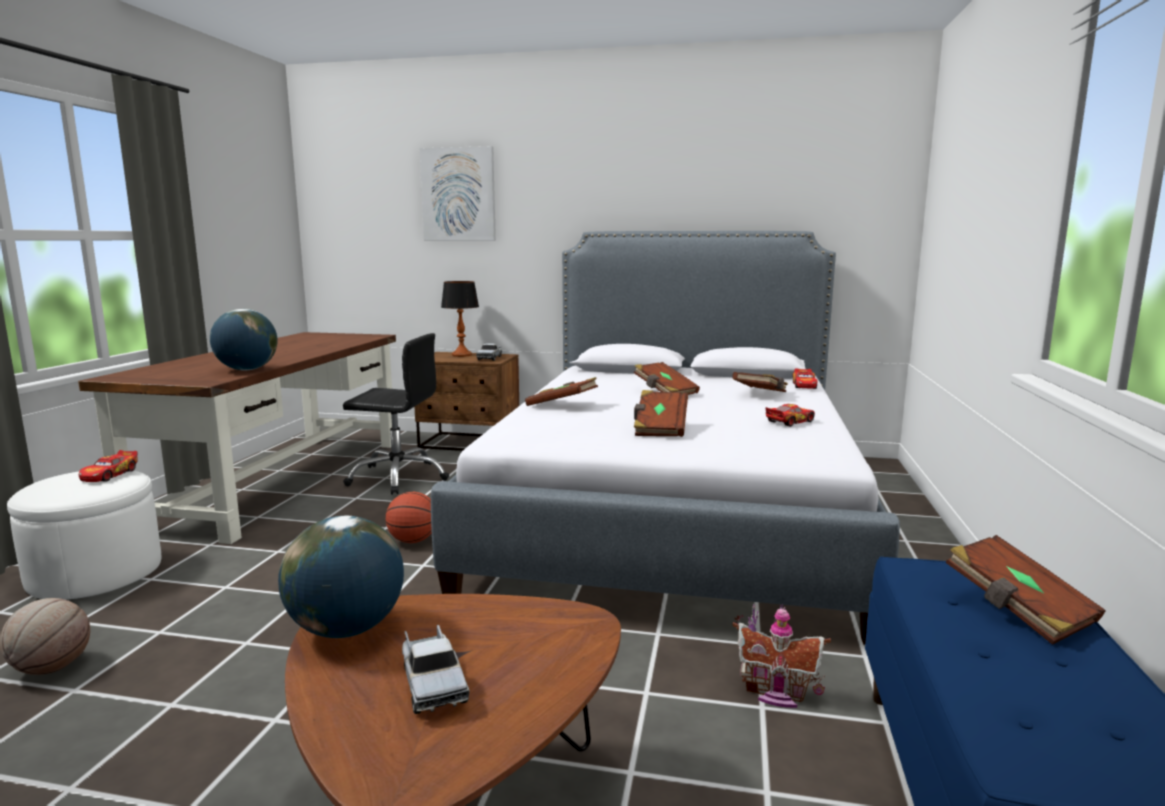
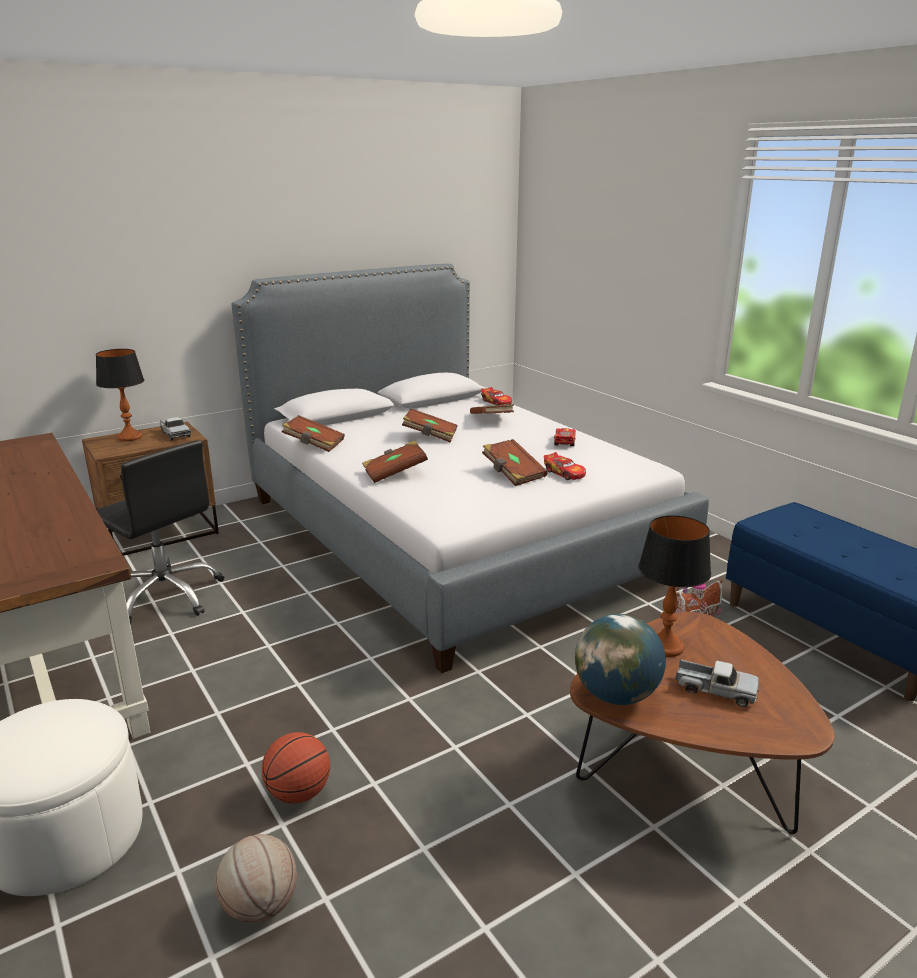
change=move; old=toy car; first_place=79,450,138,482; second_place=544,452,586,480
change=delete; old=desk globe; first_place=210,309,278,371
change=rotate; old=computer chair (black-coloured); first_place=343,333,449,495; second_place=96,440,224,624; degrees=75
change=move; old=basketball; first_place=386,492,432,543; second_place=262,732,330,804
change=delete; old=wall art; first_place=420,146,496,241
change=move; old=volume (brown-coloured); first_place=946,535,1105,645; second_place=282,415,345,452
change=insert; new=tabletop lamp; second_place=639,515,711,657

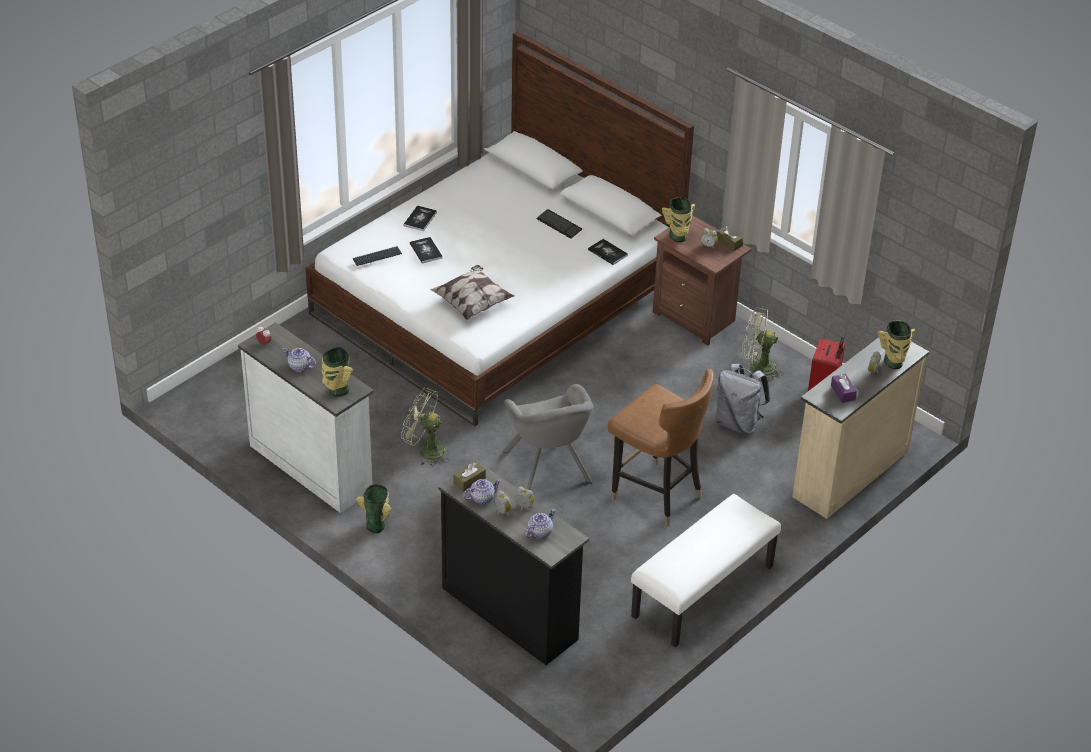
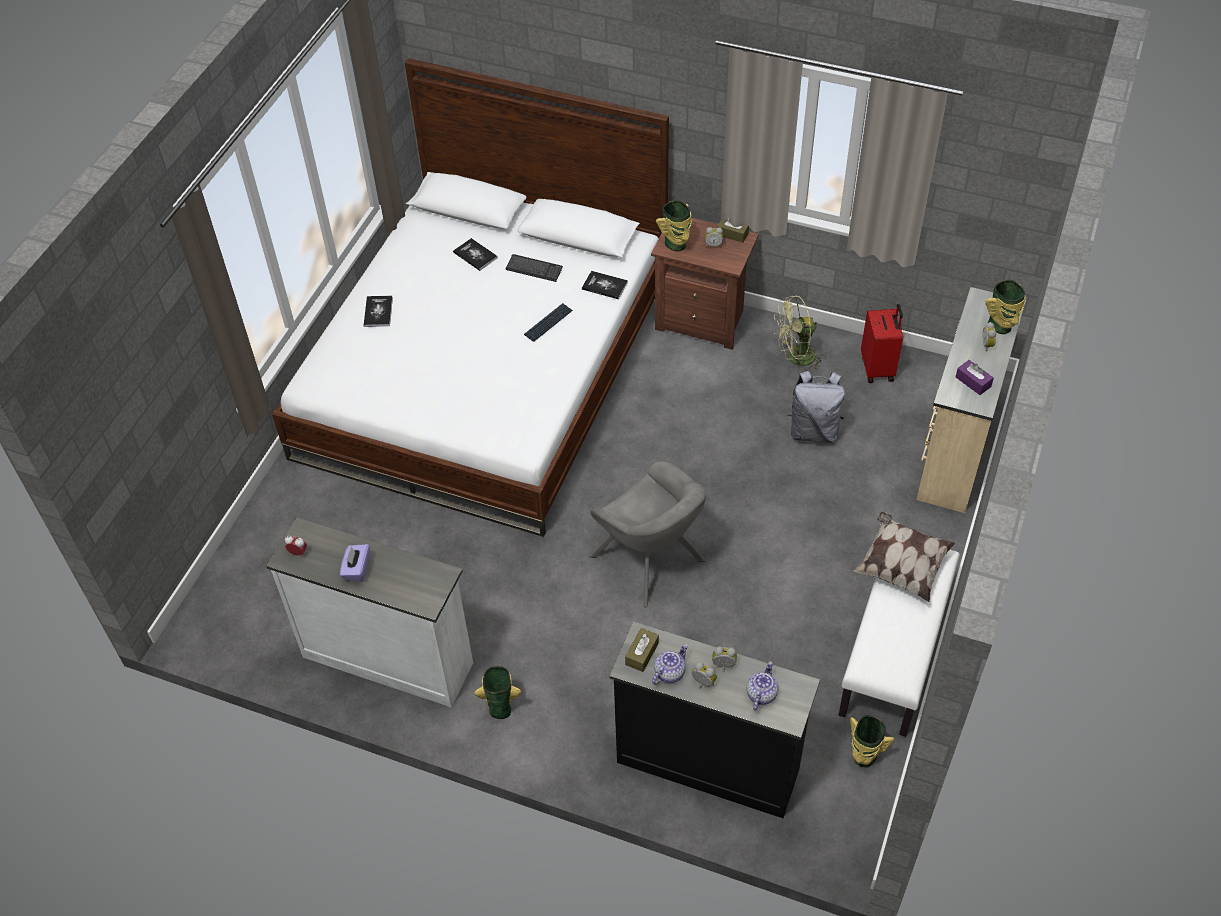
change=replace; old=tea pot; new=tissue holder (purplish); first_place=282,347,316,372; second_place=340,544,370,582
change=move; old=vase; first_place=322,347,353,397; second_place=850,715,894,767
change=move; old=PC keyboard; first_place=353,246,402,266; second_place=524,303,573,342
change=delete; old=fan (green); first_place=401,388,449,467
change=move; old=volume; first_place=410,237,443,263; second_place=453,238,498,271
change=move; old=throw pillow; first_place=430,265,514,320; second_place=853,512,955,602
change=delete; old=upright chair (brown-coloured); first_place=608,369,714,526

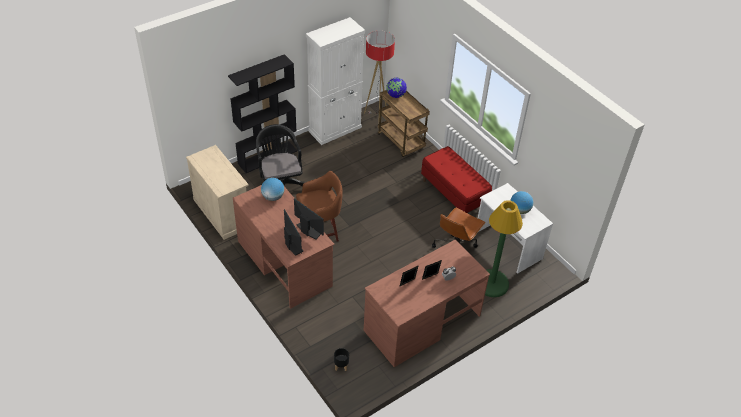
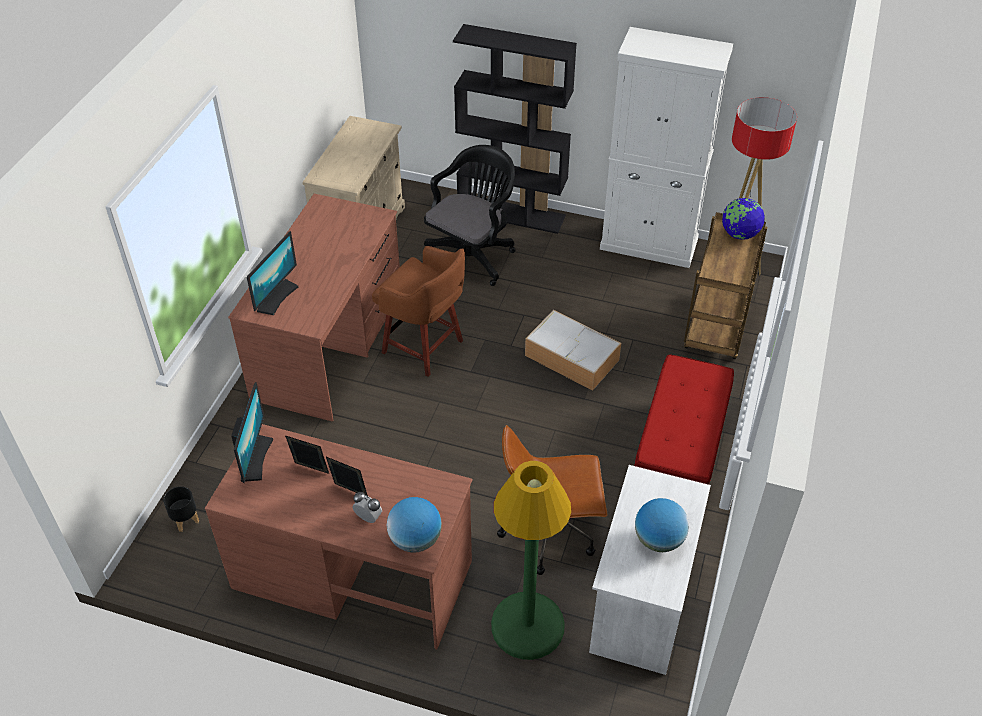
change=move; old=desk globe; first_place=261,178,284,201; second_place=387,497,442,553
change=move; old=computer screen; first_place=294,198,324,239; second_place=232,382,273,483
change=insert; new=storage container; second_place=525,310,621,391

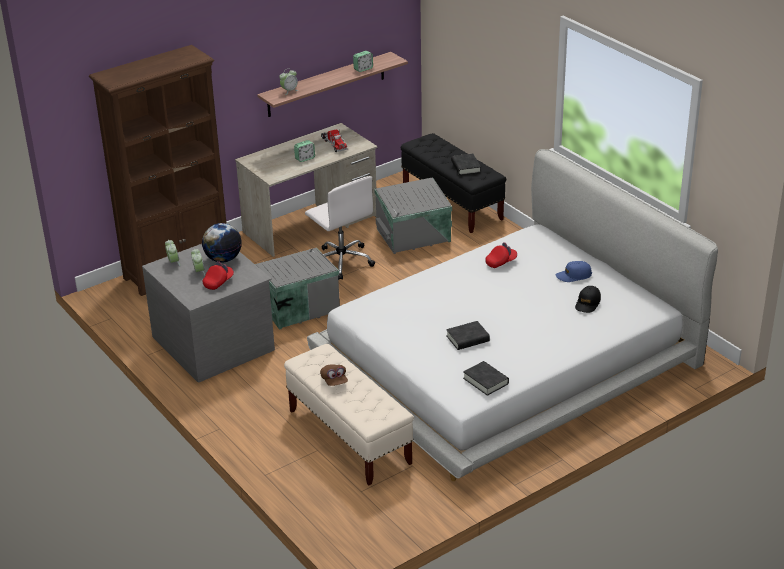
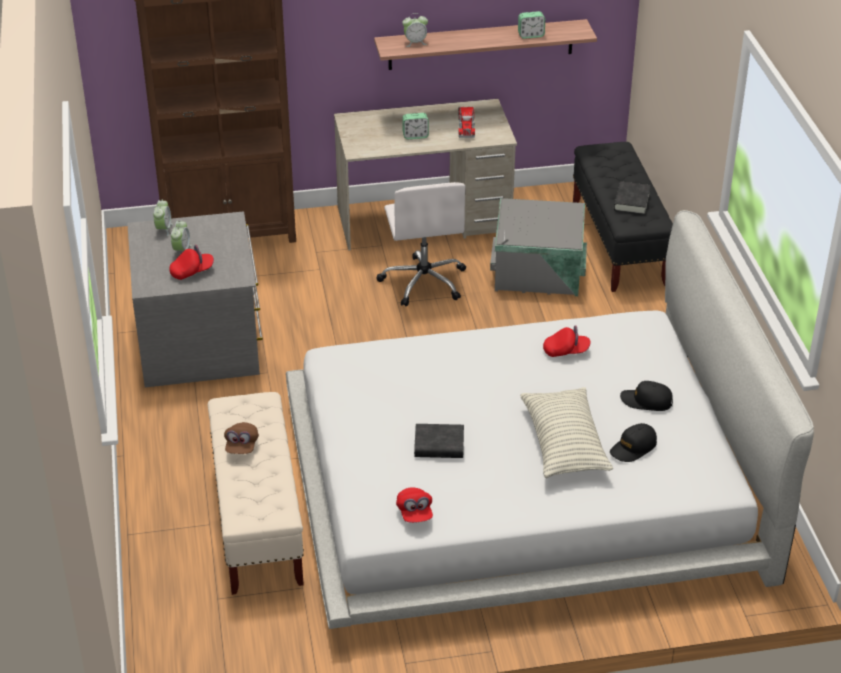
change=delete; old=desk globe; first_place=202,223,242,263
change=delete; old=storage container (gray); first_place=255,248,340,330
change=replace; old=volume (black-coloured); new=cap (reddish); first_place=463,361,509,396; second_place=396,487,433,523
change=recolor; old=cap (blue); new=cap (black-coloured); first_place=556,261,592,282; second_place=620,381,673,411
change=insert; new=throw pillow; second_place=520,387,613,478

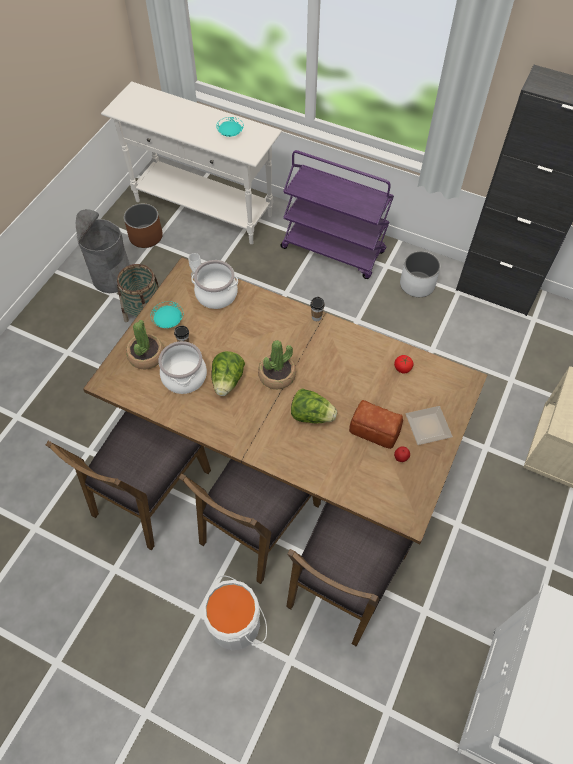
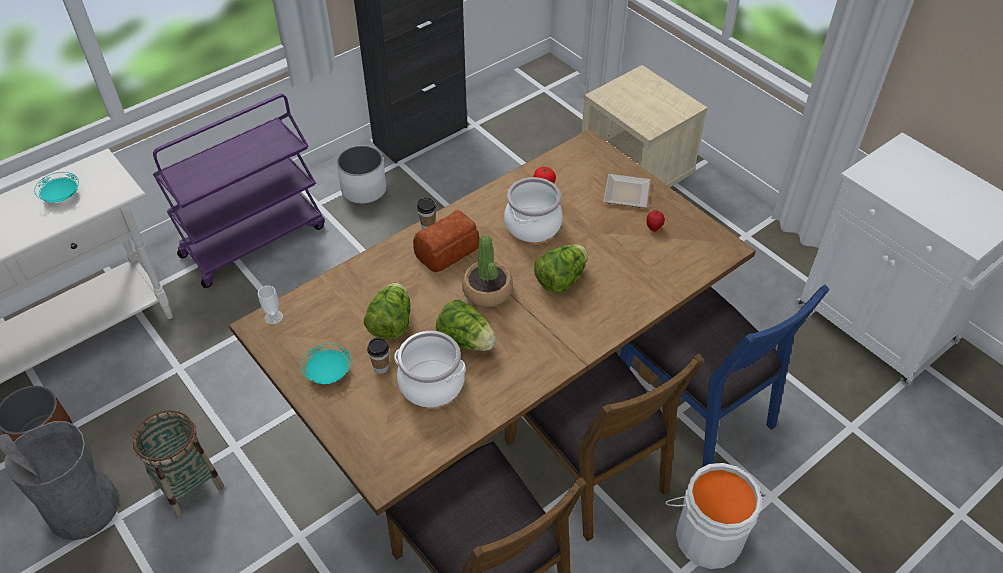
change=delete; old=houseplant; first_place=126,320,164,370
change=move; old=cooking pot; first_place=192,260,238,309; second_place=504,177,563,242
change=recolor; old=upright chair (brown-coloured); new=upright chair (blue); first_place=286,502,413,647; second_place=620,285,830,467
change=move; old=bakery bread; first_place=349,400,403,449; second_place=413,210,479,272
change=insert; new=lettuce; second_place=364,283,410,340

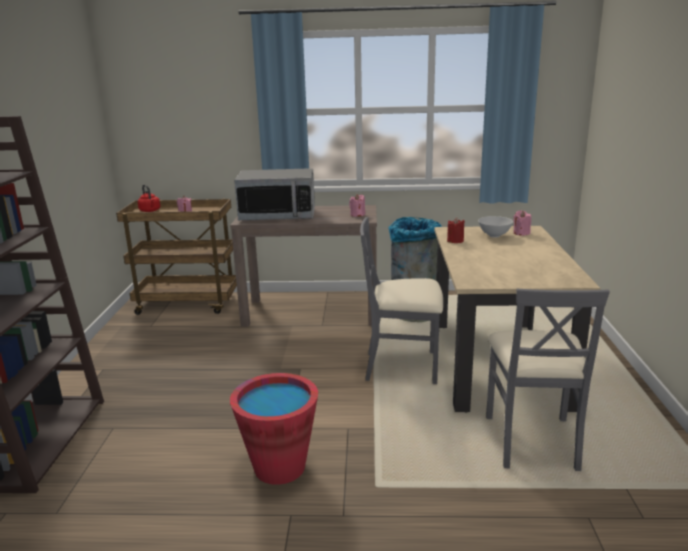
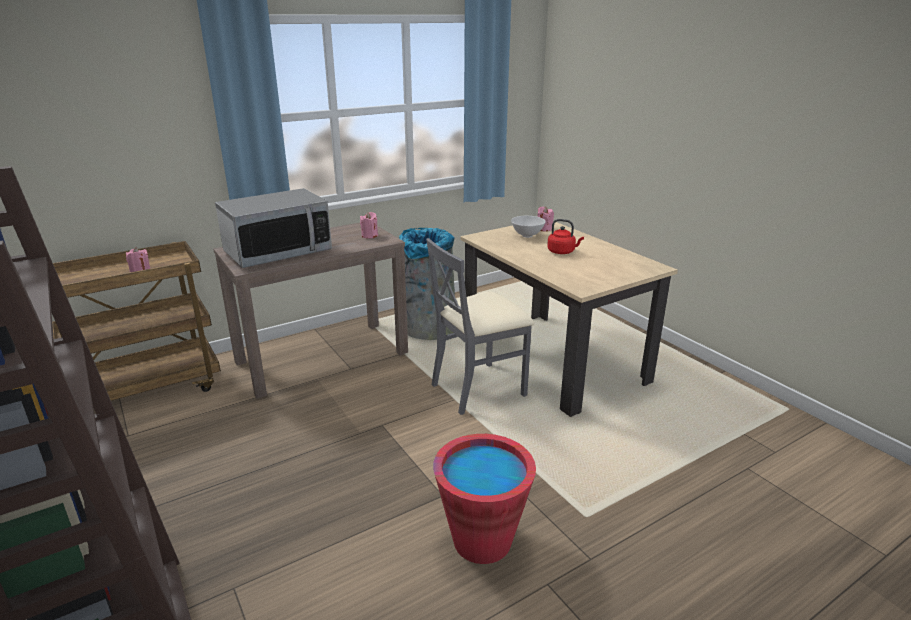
change=move; old=tea kettle (reddish); first_place=138,185,160,212; second_place=547,219,584,254
change=delete; old=candle (reddish); first_place=447,218,465,243
change=delete; old=upright chair (gray); first_place=486,289,610,471

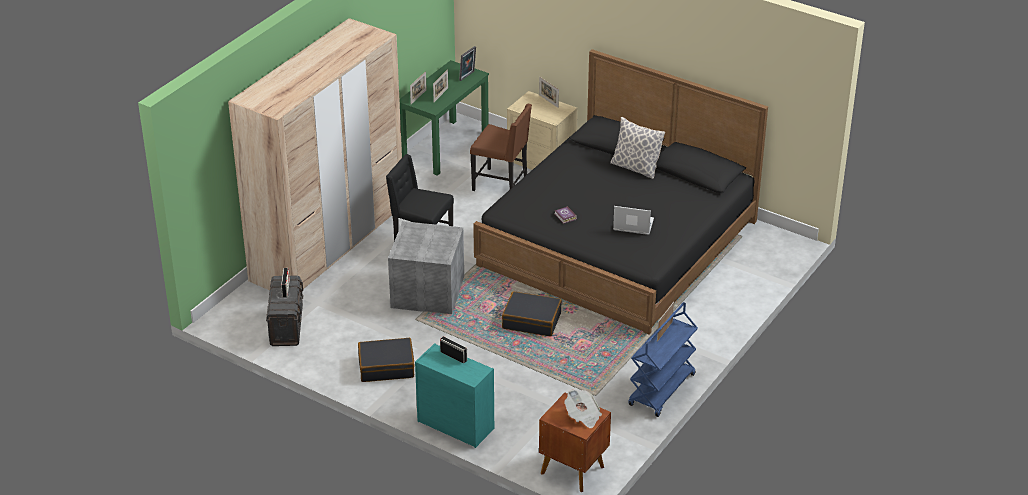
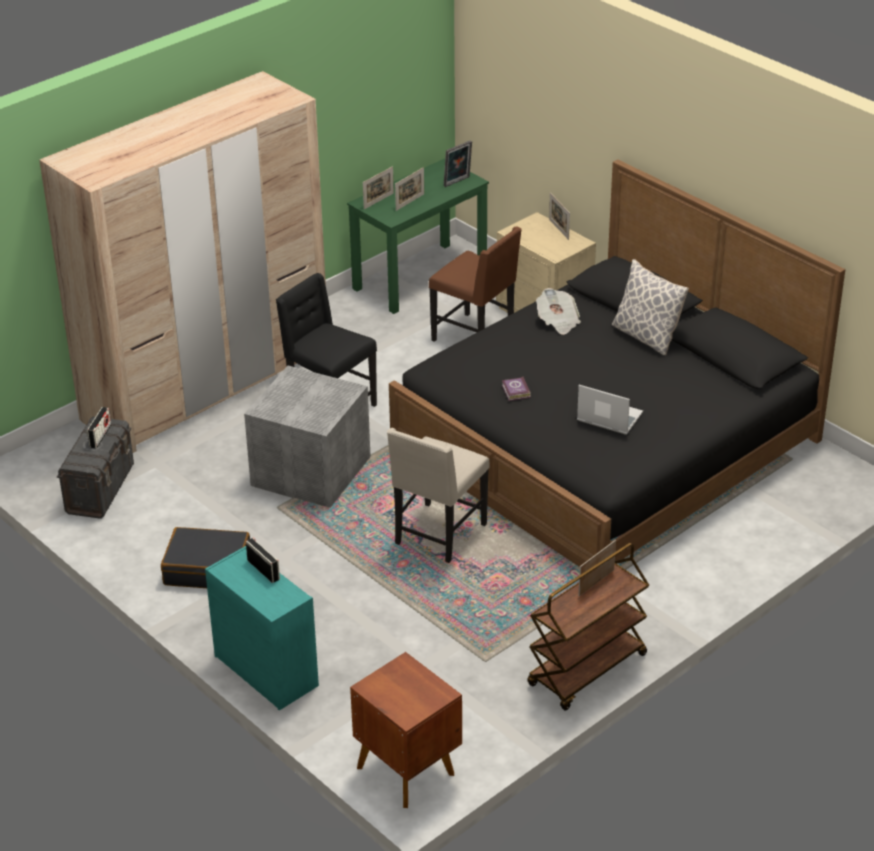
change=replace; old=suitcase (black-coloured); new=upright chair (beige); first_place=502,291,562,337; second_place=387,428,489,563
change=move; old=newspaper; first_place=564,389,602,428; second_place=536,288,581,335
change=recolor; old=cart (blue); new=cart (brown-coloured); first_place=628,302,698,417; second_place=527,543,649,711

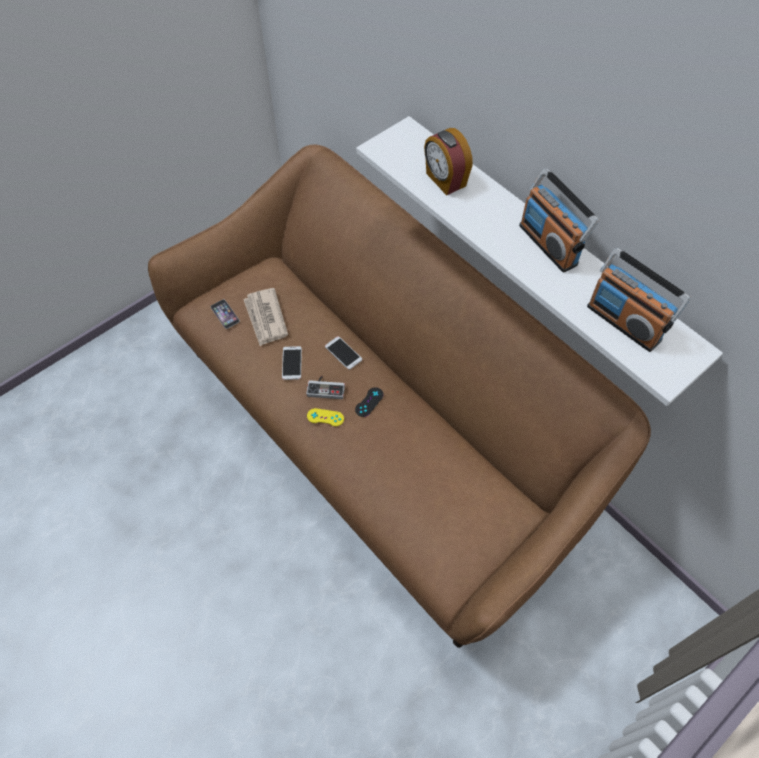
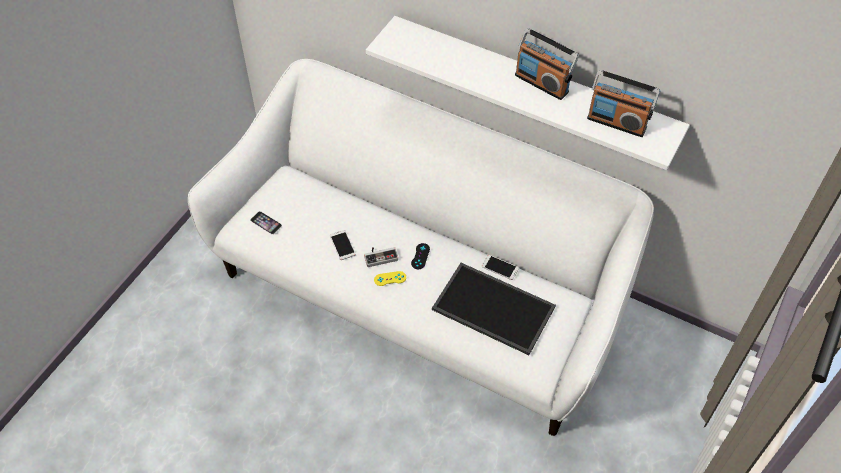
change=recolor; old=couch (brown-coloured); new=couch (white); first_place=148,145,651,648; second_place=188,59,654,436
change=delete; old=newspaper; first_place=243,288,288,346
change=move; old=handset; first_place=325,336,362,370; second_place=482,255,519,280
change=delete; old=table clock; first_place=424,128,473,196
change=insert; new=carrying tray; second_place=432,263,556,355

